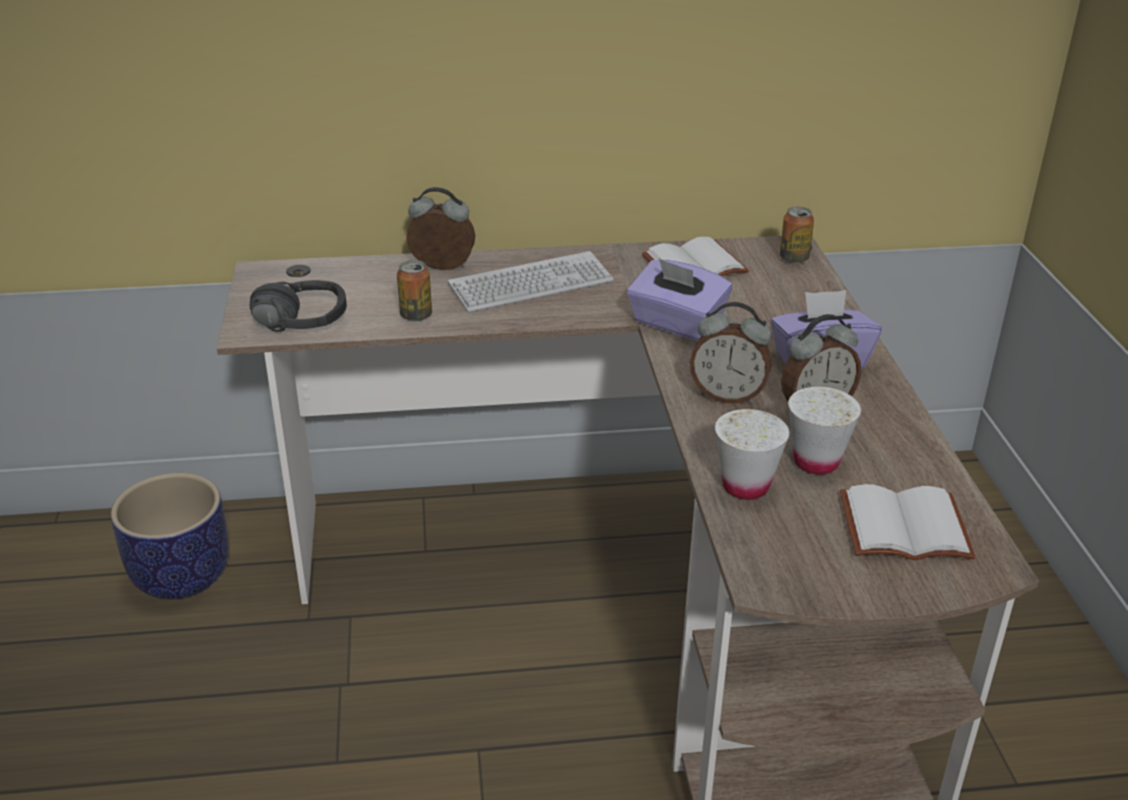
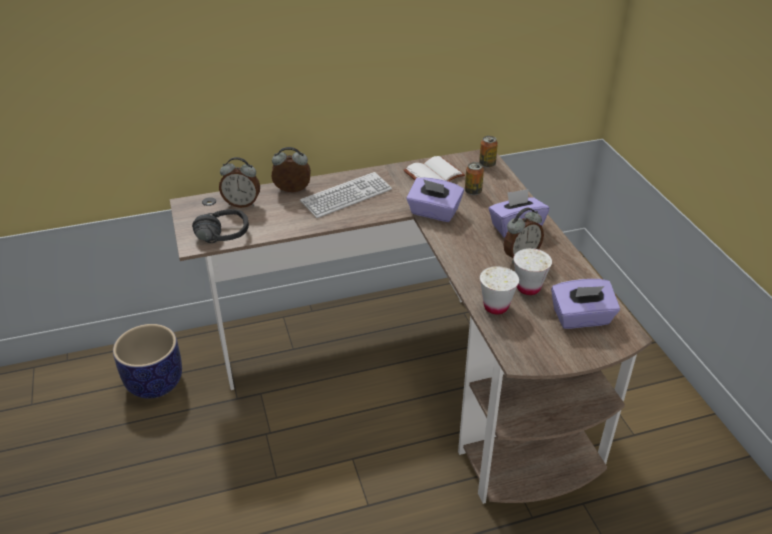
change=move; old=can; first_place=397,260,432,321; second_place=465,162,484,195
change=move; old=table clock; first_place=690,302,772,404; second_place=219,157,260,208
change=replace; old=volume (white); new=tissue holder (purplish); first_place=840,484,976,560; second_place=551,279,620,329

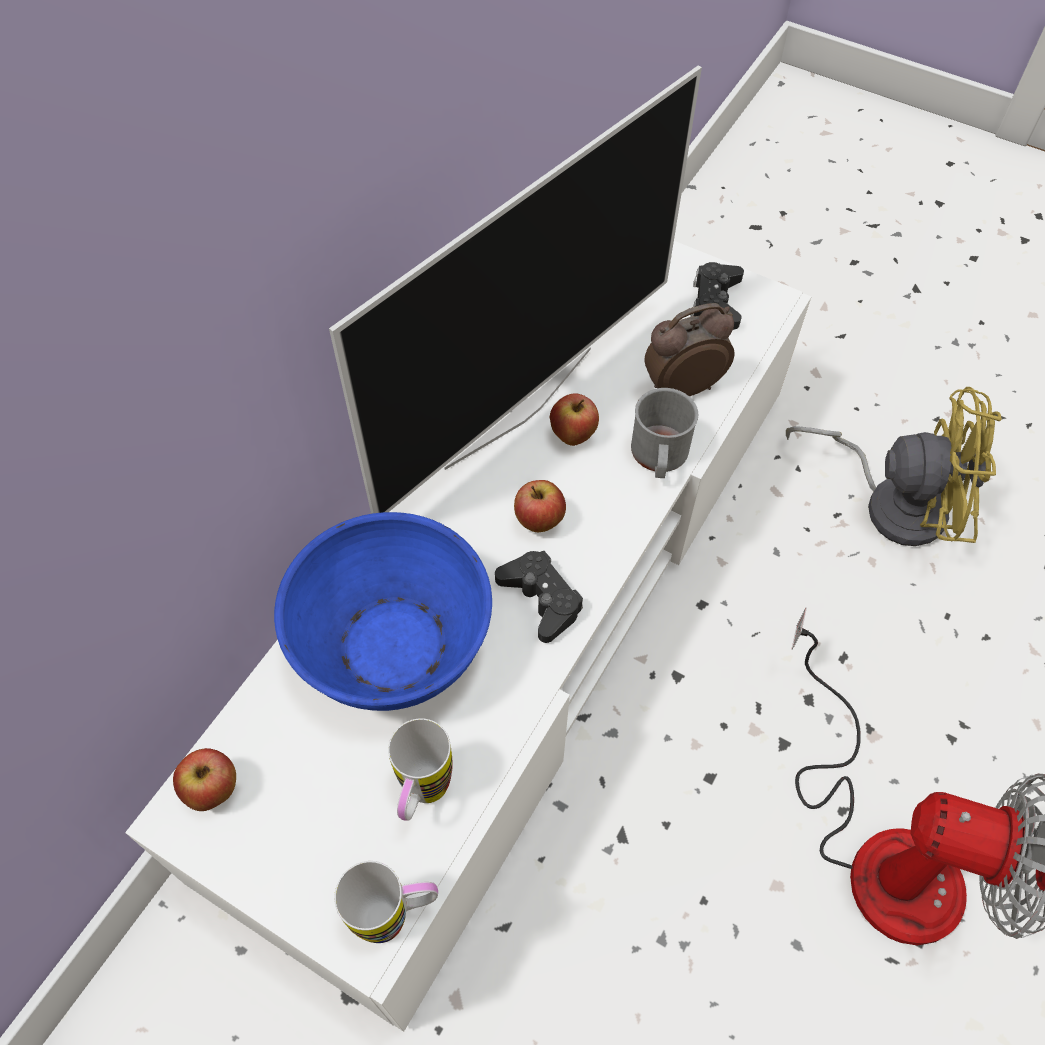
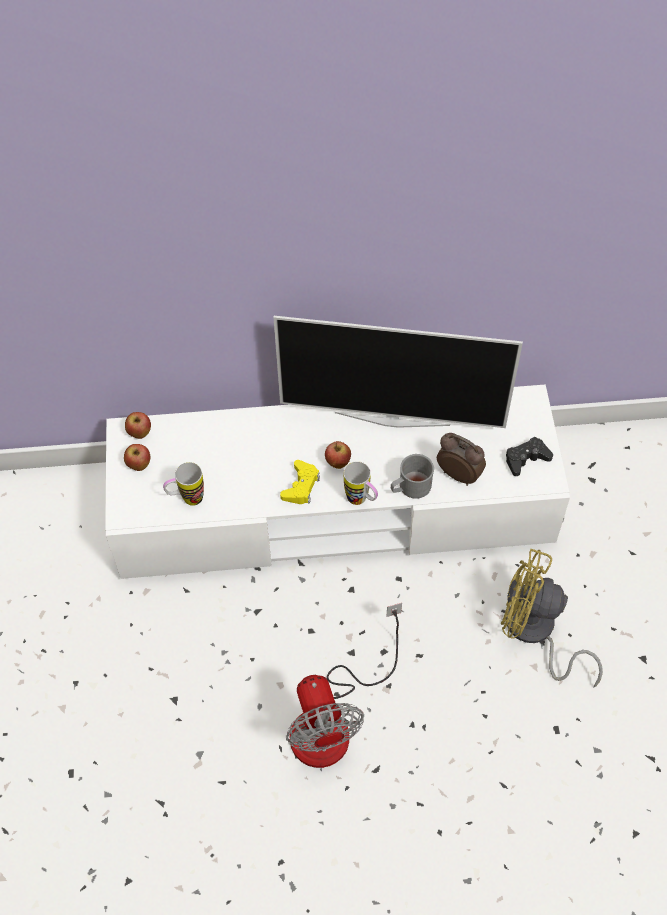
change=delete; old=bowl (blue); first_place=274,512,492,711
change=move; old=tea mug; first_place=334,861,438,943; second_place=344,461,378,505
change=recolor; old=gamepad (black-coloured); new=gamepad (yellowish); first_place=495,551,583,643; second_place=280,460,320,504
change=move; old=apple; first_place=550,393,599,446; second_place=124,444,150,471
change=rotate; old=fan (yellowish); first_place=786,387,1002,546; second_place=501,549,603,688; degrees=135

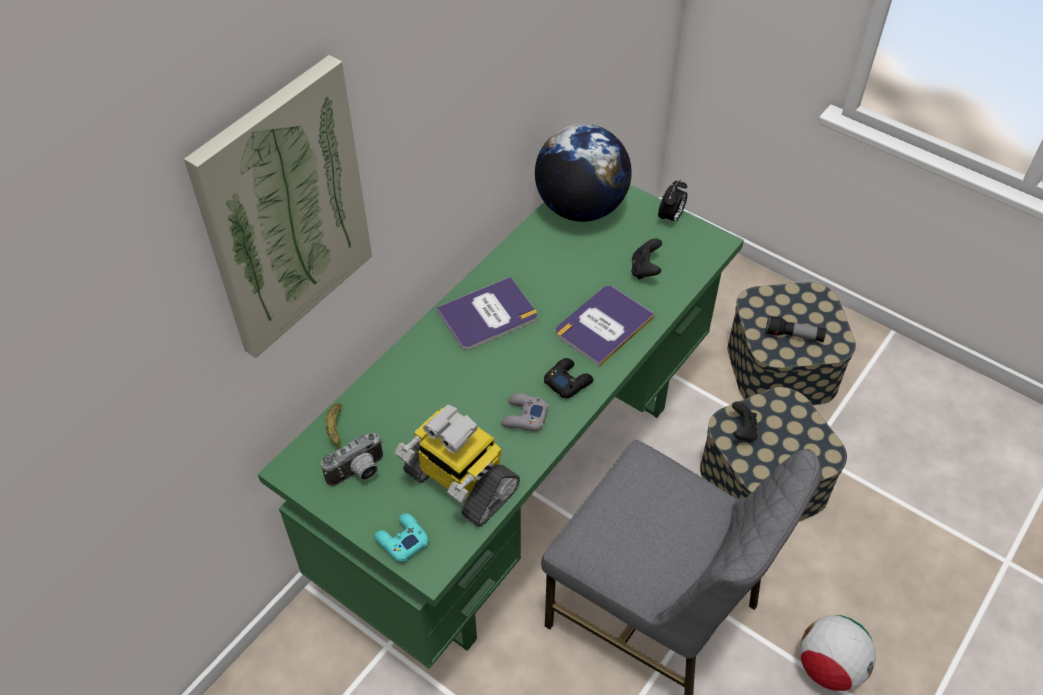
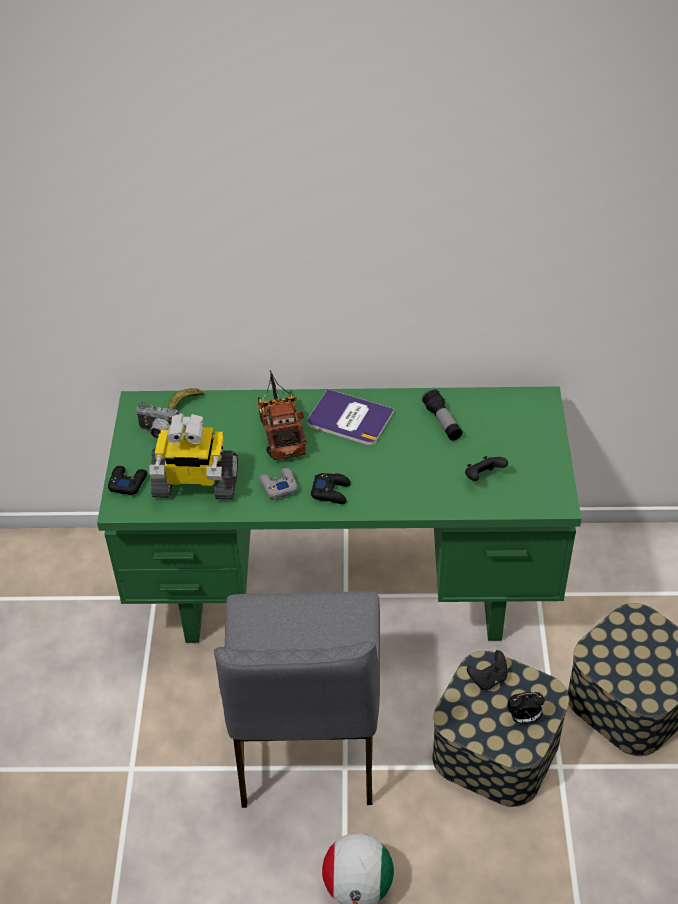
change=delete; old=wall art; first_place=184,55,372,358
change=recolor; old=gamepad (blue-green); new=gamepad (black-coloured); first_place=374,513,429,562; second_place=108,466,147,495
change=rotate; old=model robot; first_place=395,404,520,527; second_place=149,414,238,500; degrees=-90
change=delete; old=desk globe; first_place=535,124,632,222
change=delete; old=volume; first_place=556,286,655,367
change=move; old=table clock; first_place=658,179,687,226; second_place=507,692,545,724
change=move; old=flashlight; first_place=765,315,826,342; second_place=422,389,462,441
change=insert; new=toy truck; second_place=258,370,307,460

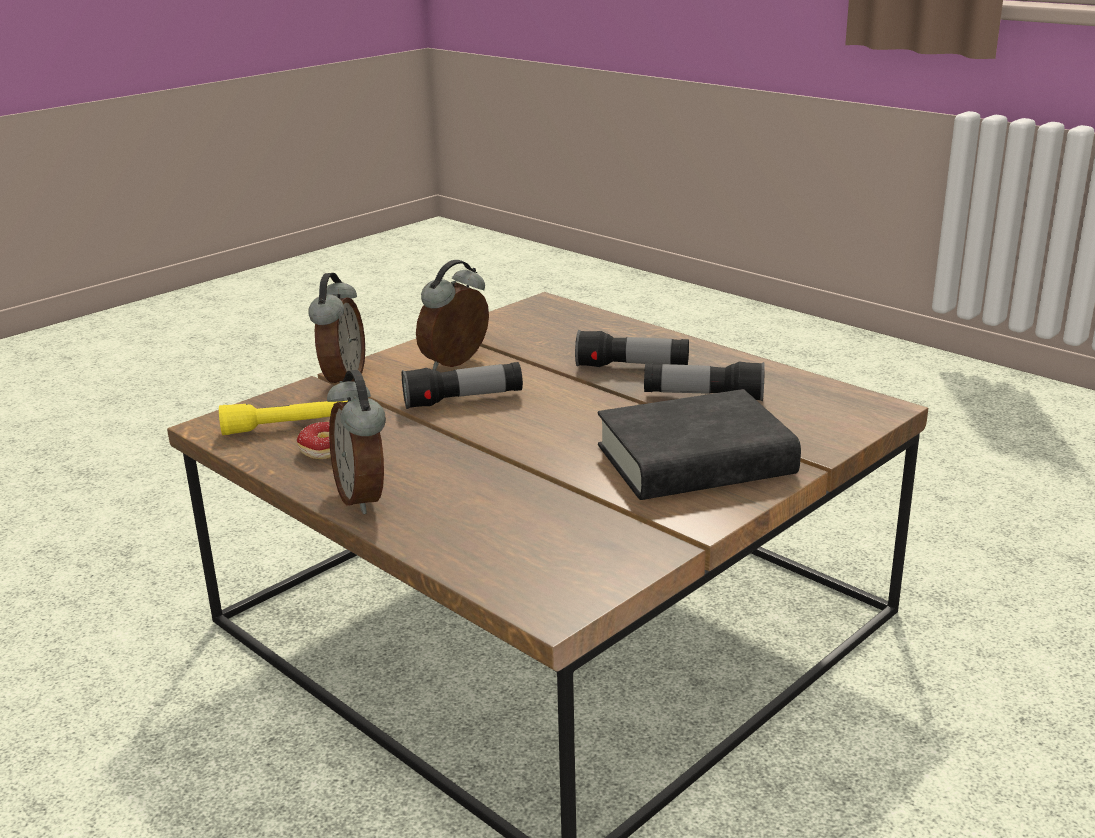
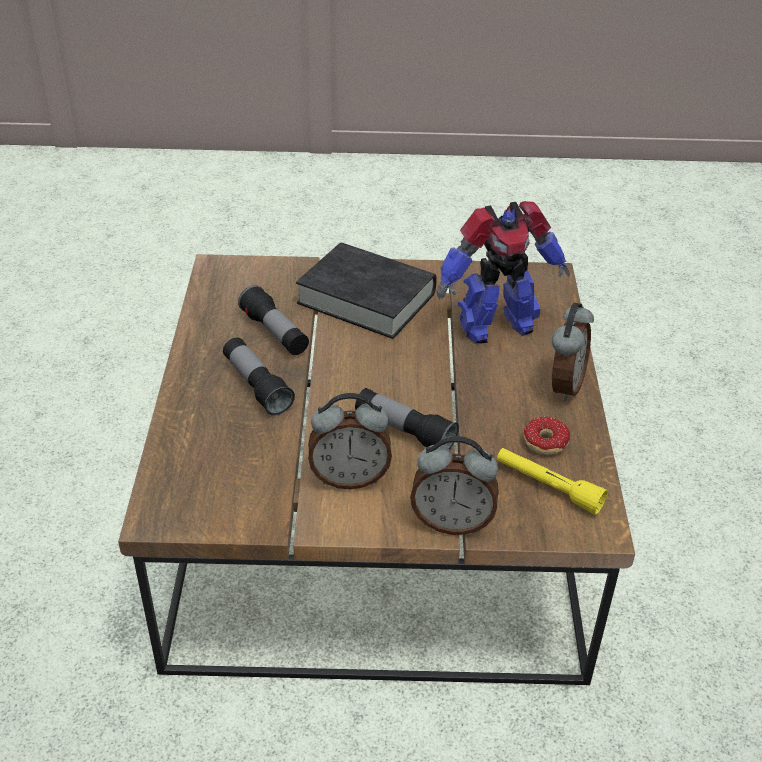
change=rotate; old=table clock; first_place=308,273,365,383; second_place=410,436,499,535; degrees=-135
change=insert; new=model robot; second_place=436,201,570,343

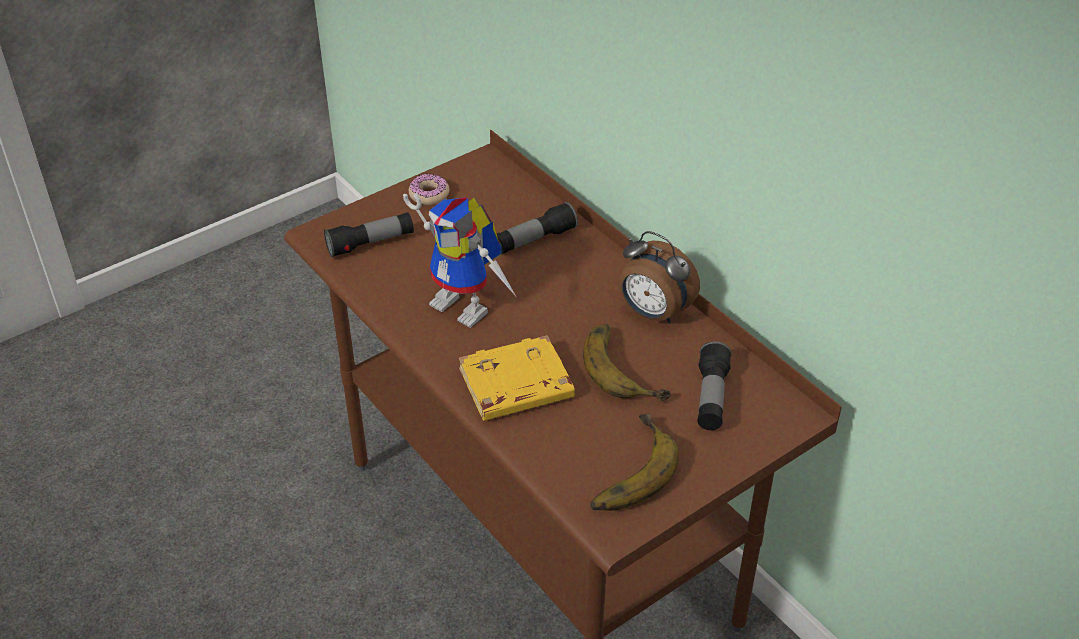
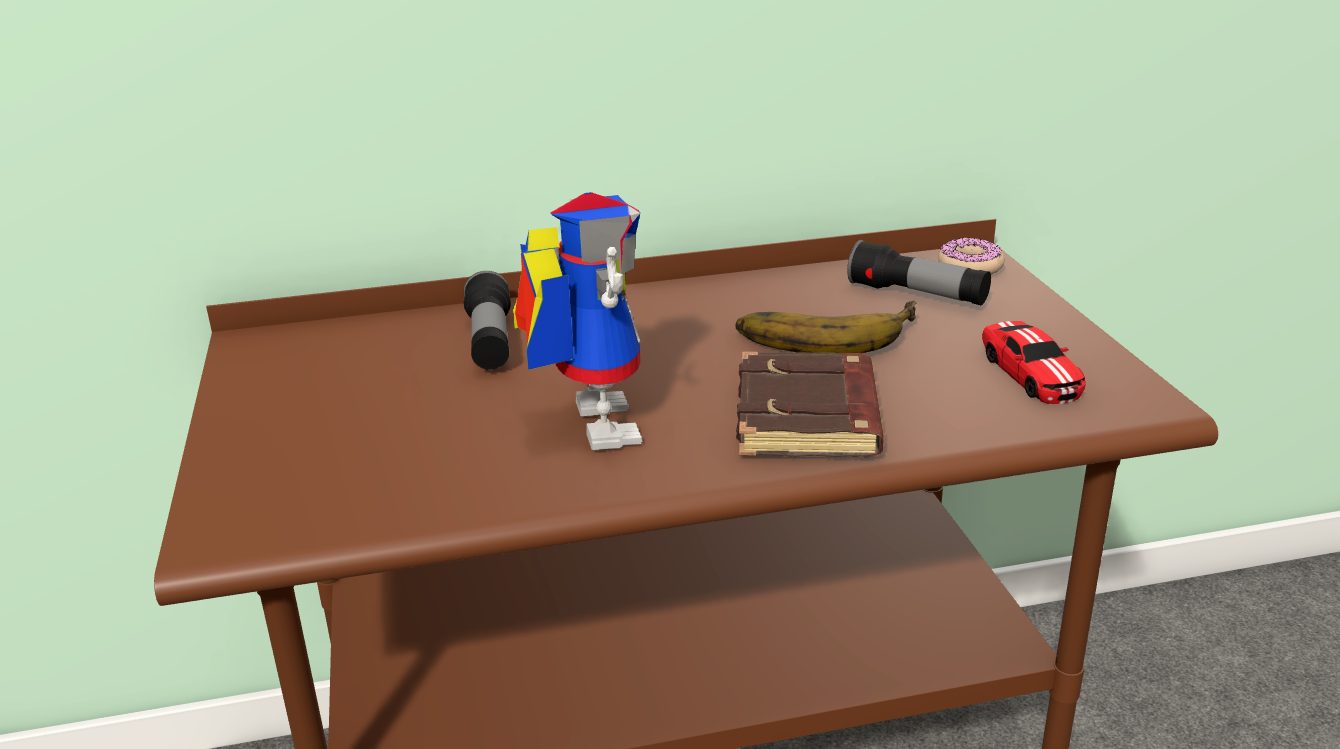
change=delete; old=flashlight; first_place=324,212,414,257
change=rotate; old=model robot; first_place=403,193,516,328; second_place=513,192,642,450; degrees=-75
change=move; old=donut; first_place=409,173,449,205; second_place=938,238,1005,275
change=recolor; old=volume (yellowish); new=volume (brown-coloured); first_place=458,335,575,421; second_place=736,352,884,457
change=replace; old=banana; new=toy car; first_place=590,413,679,511; second_place=982,321,1086,404
change=delete; old=table clock; first_place=619,231,700,324

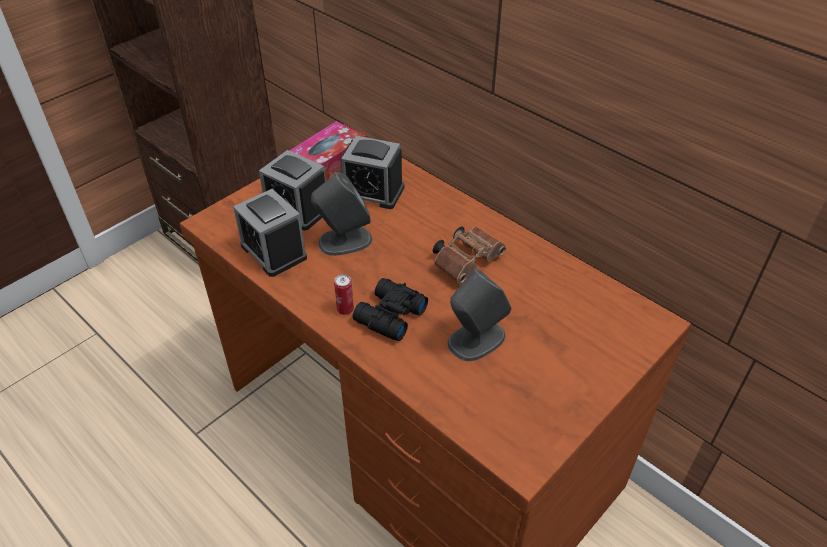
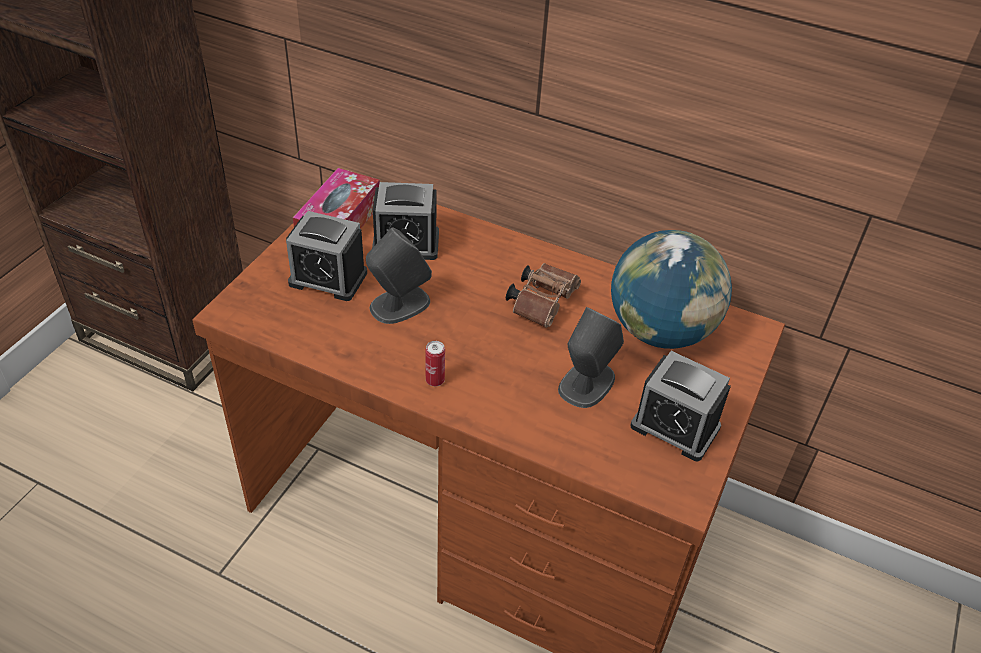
change=move; old=table clock; first_place=233,189,307,277; second_place=631,351,731,461
change=delete; old=pair of binoculars (black-coloured); first_place=353,278,428,341
change=insert; new=desk globe; second_place=611,230,732,349

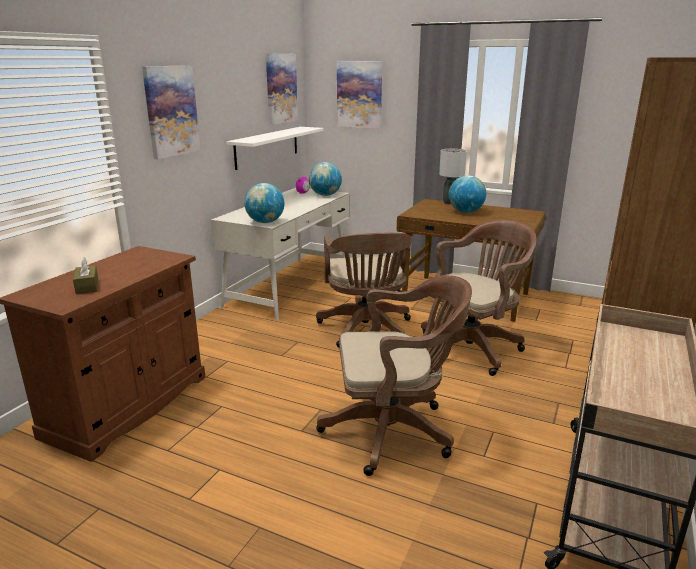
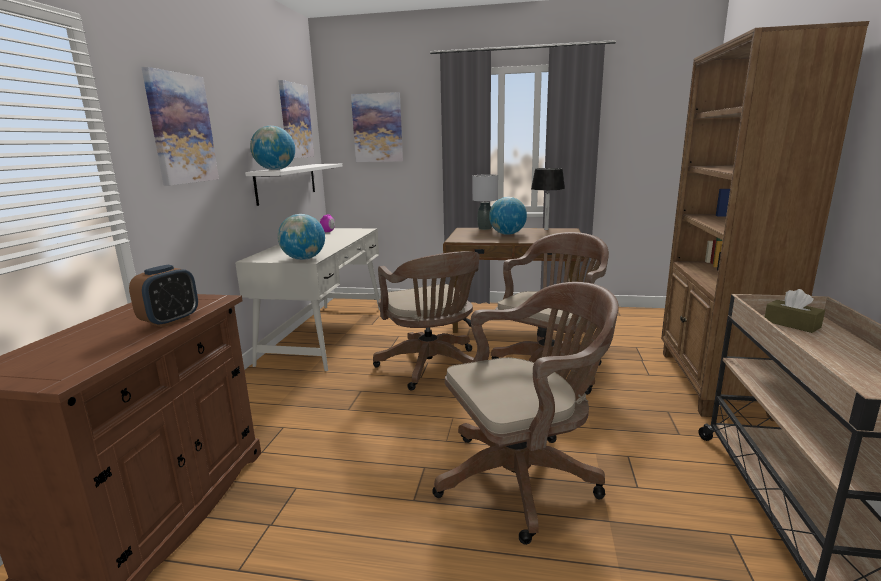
change=move; old=tissue holder (brown-coloured); first_place=73,257,98,294; second_place=765,289,825,333
change=move; old=desk globe; first_place=309,162,342,196; second_place=250,126,295,170
change=insert; new=table clock; second_place=129,265,198,327
change=insert; new=tabletop lamp (black-coloured); second_place=531,168,565,230

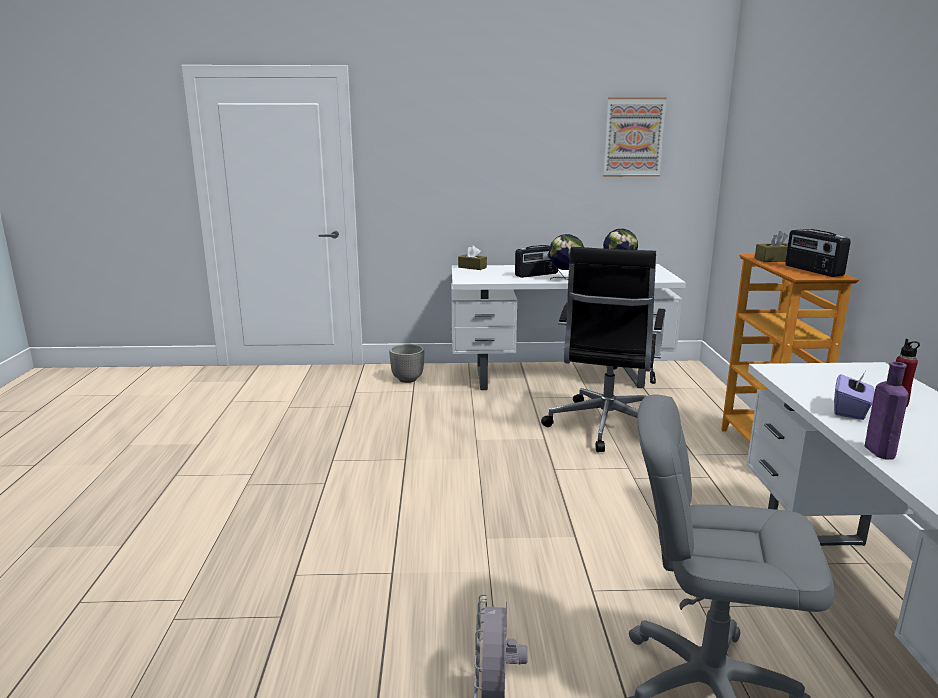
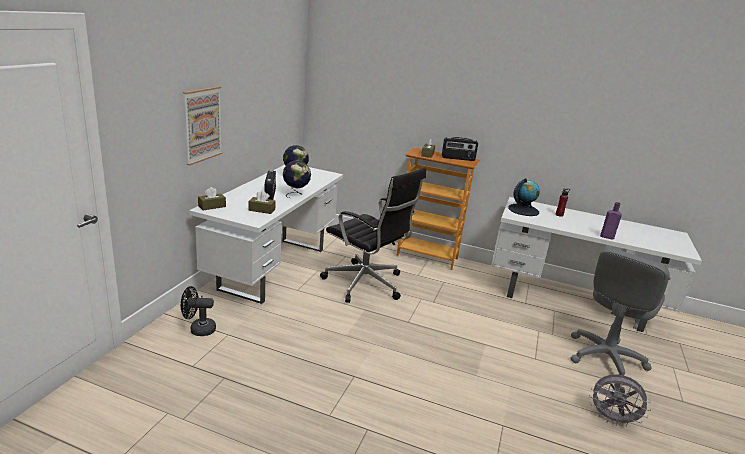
change=replace; old=flower pot; new=fan (black-coloured); first_place=389,344,425,383; second_place=181,286,216,336
change=move; old=wall art; first_place=603,97,667,177; second_place=183,86,223,165
change=delete; old=tissue holder (purplish); first_place=834,372,875,420
change=insert; new=tissue holder (brown-coloured); second_place=248,191,276,214
change=insert; new=desk globe; second_place=508,178,540,216

